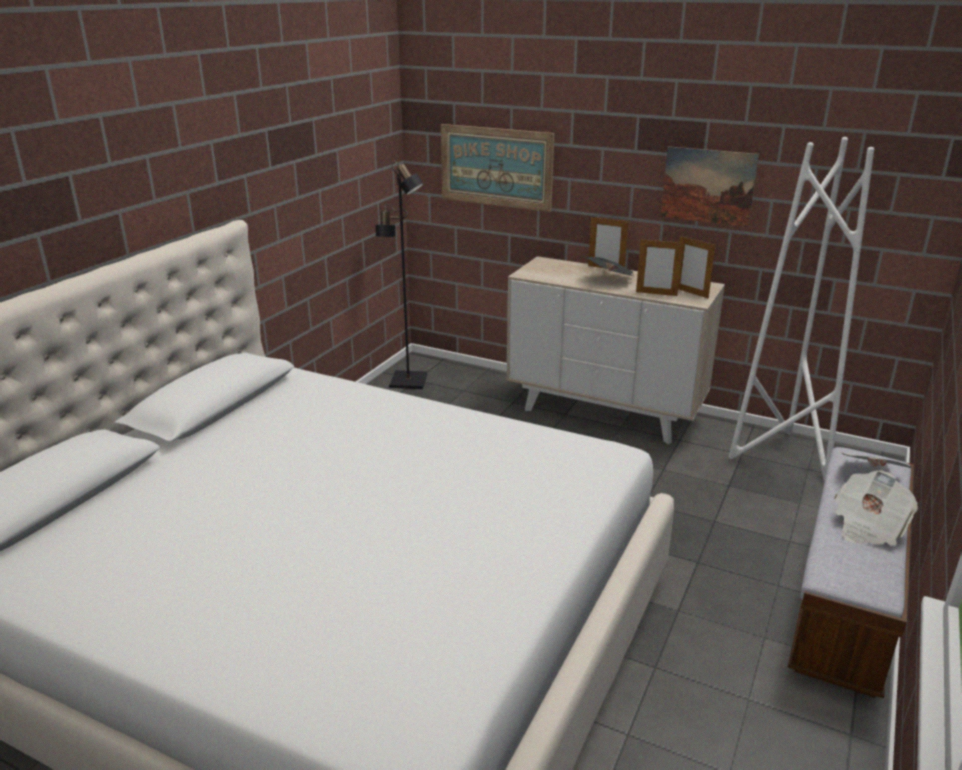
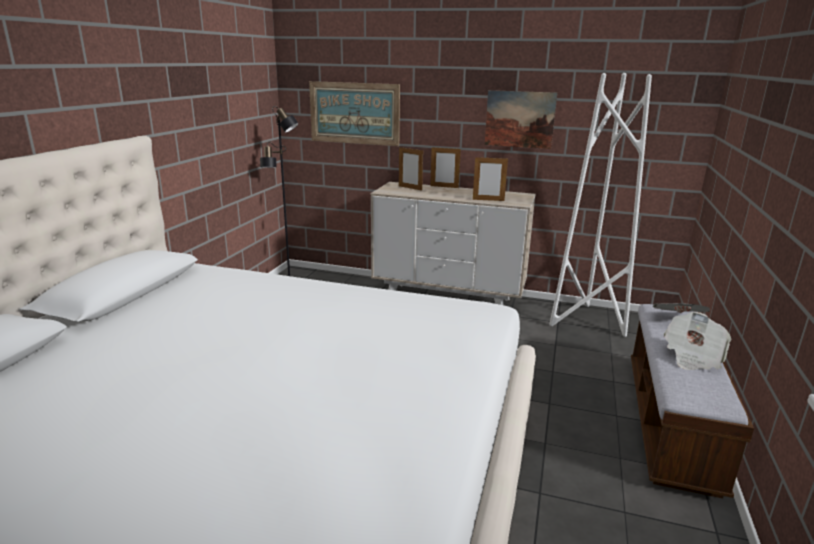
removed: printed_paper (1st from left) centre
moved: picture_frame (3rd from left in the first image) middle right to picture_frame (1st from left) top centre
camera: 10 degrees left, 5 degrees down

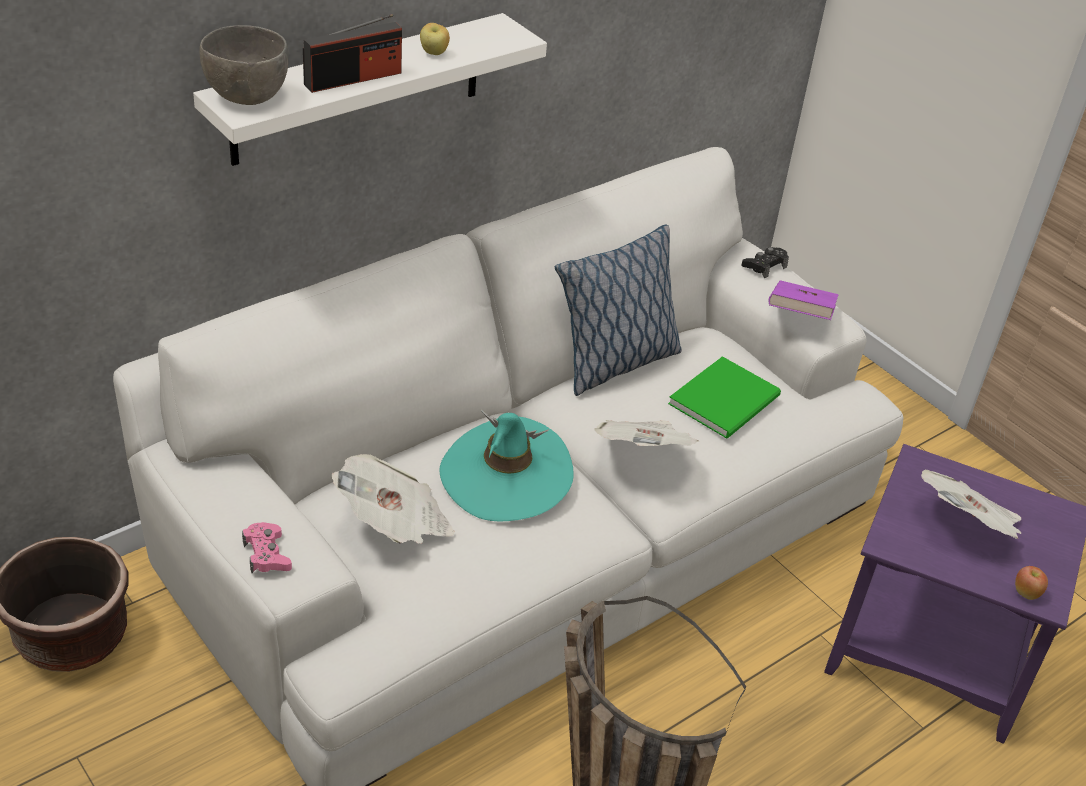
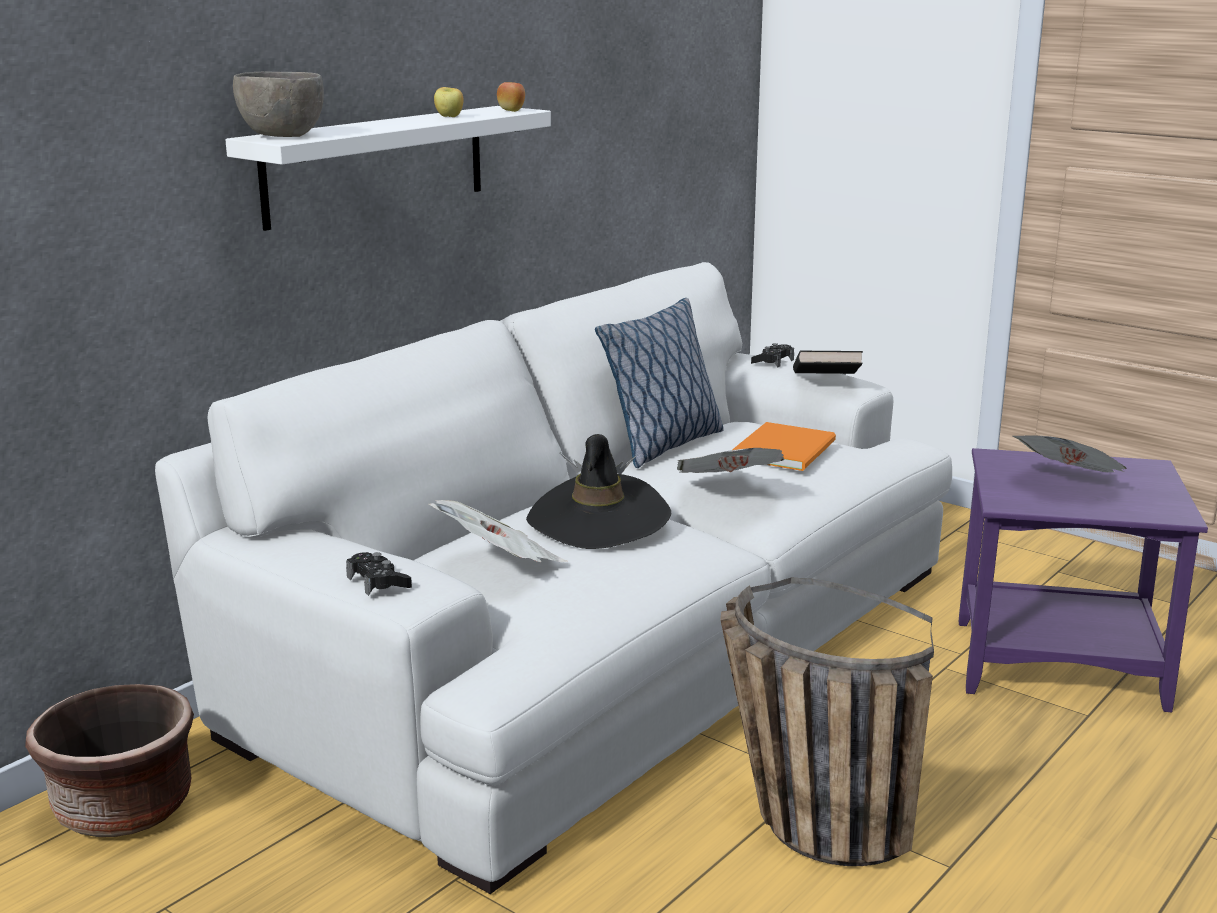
removed: radio_set top left
moved: whole_apple (2nd from left) bottom right to top centre
recoloured: pink_joypad bottom left to blackish_joypad (1st from left) middle left; turquoise_wearable_hat centre to blackish_wearable_hat centre; green-coloured_book middle right to orange_book centre; purple-coloured_book middle right to blackish_book middle right
camera: 10 degrees left, 20 degrees down

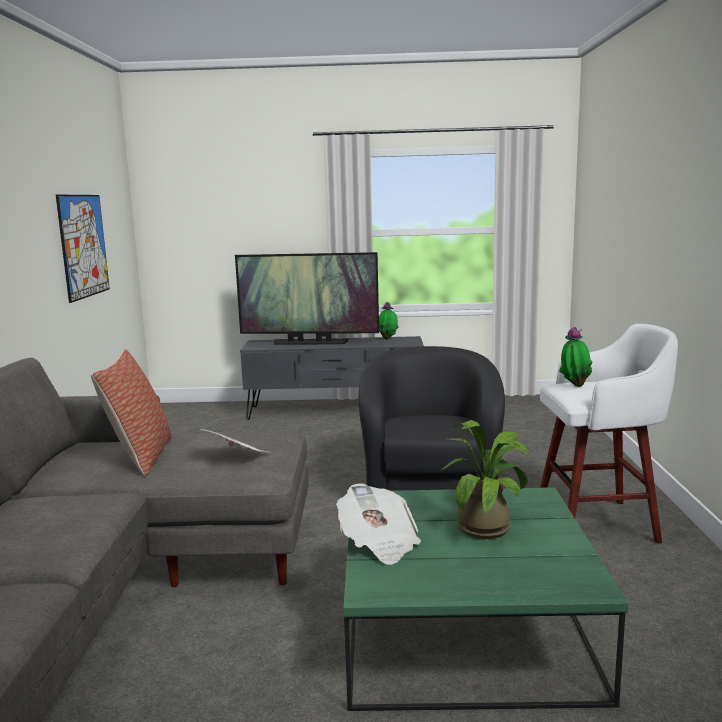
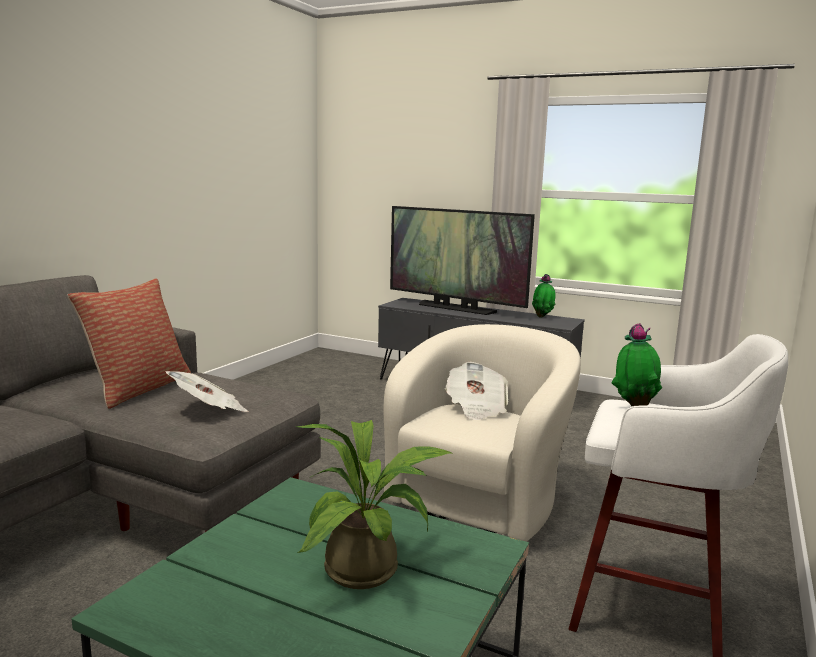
removed: wall_picture middle left
moved: printed_paper (2nd from left) bottom centre to centre
recoloured: blackish_armchair centre to beige-coloured_armchair centre
camera: 25 degrees right, 0 degrees up

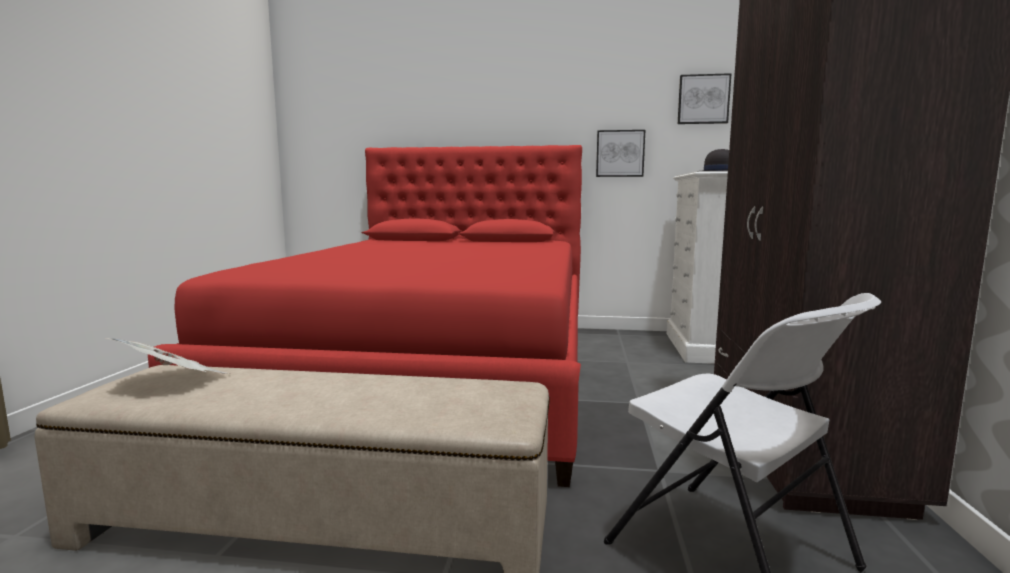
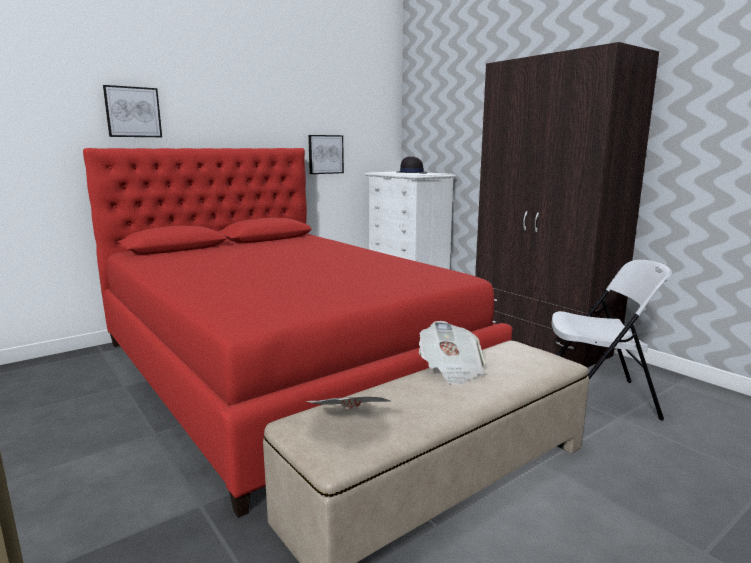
added: printed_paper (2nd from left) centre
moved: wall_picture (2nd from left in the first image) top right to wall_picture (1st from left) top left
camera: 45 degrees left, 5 degrees up

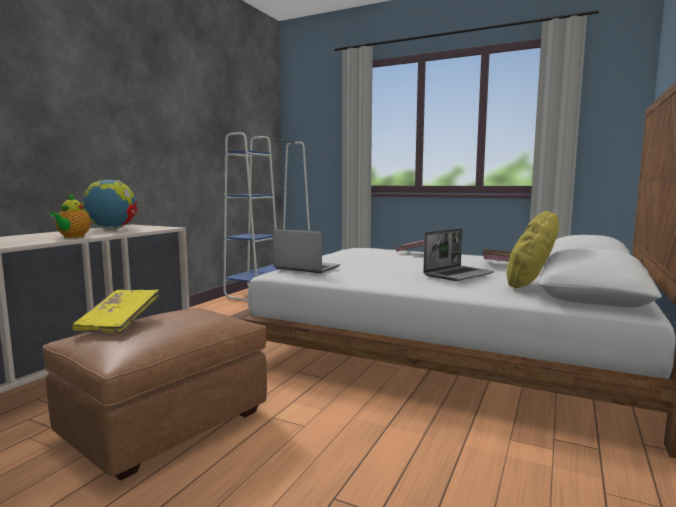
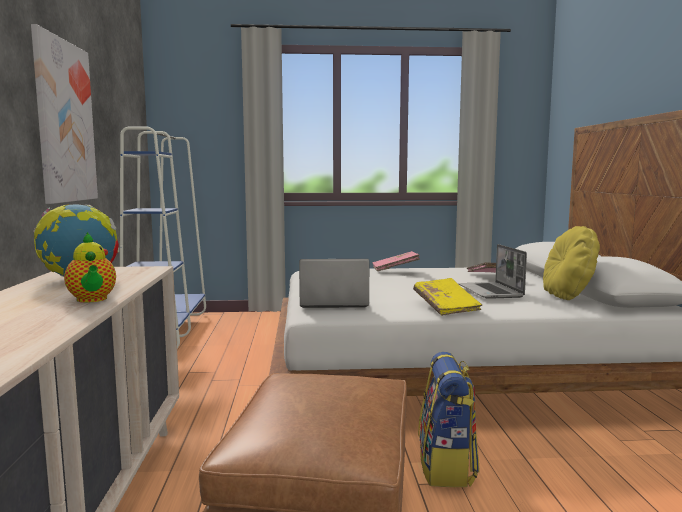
added: wall_picture top left; backpack bottom centre
moved: yellow_book middle left to centre
turned: notebook_computer (2nd from left) middle right = middle right 150 degrees clockwise
camera: 30 degrees left, 0 degrees up

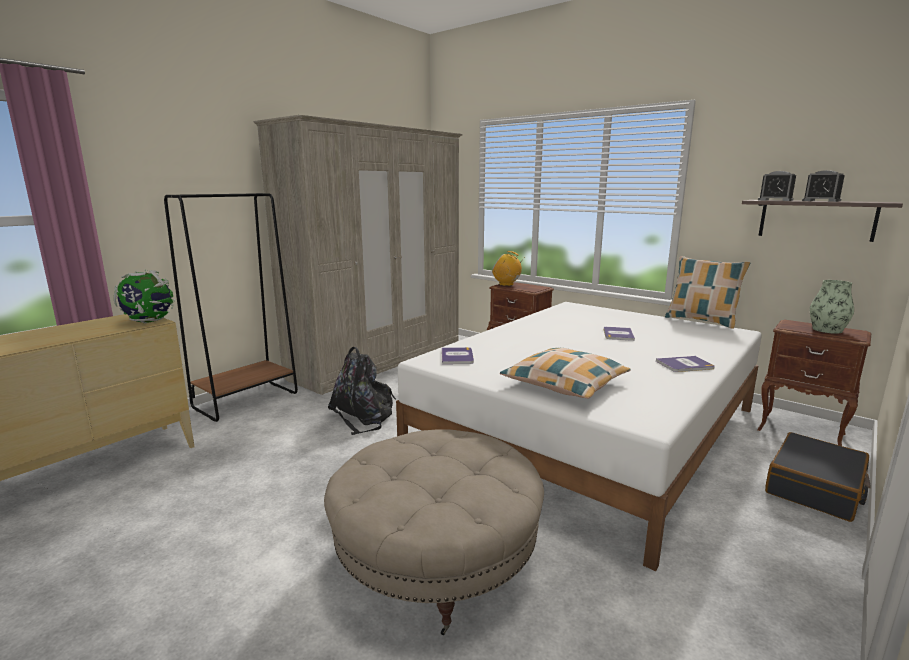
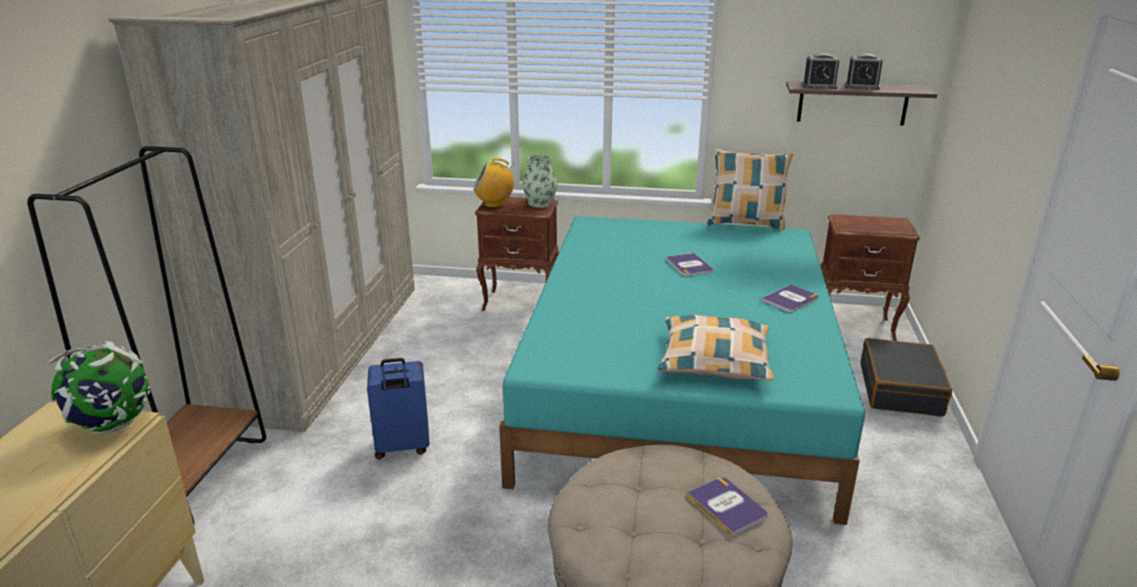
moved: book (1st from left in the first image) centre to book (2nd from left) bottom centre; decorative_vase middle right to top centre
replaced: blackish_backpack centre to blue_piece_of_luggage bottom centre
recoloured: whitish_sleeping_bed centre to turquoise_sleeping_bed centre
camera: 30 degrees left, 10 degrees up

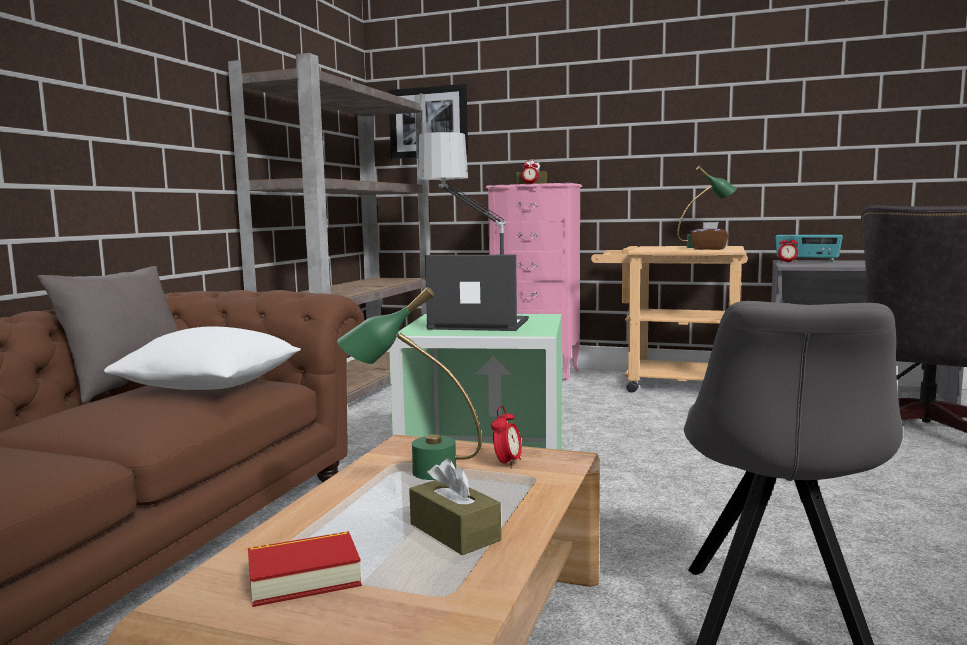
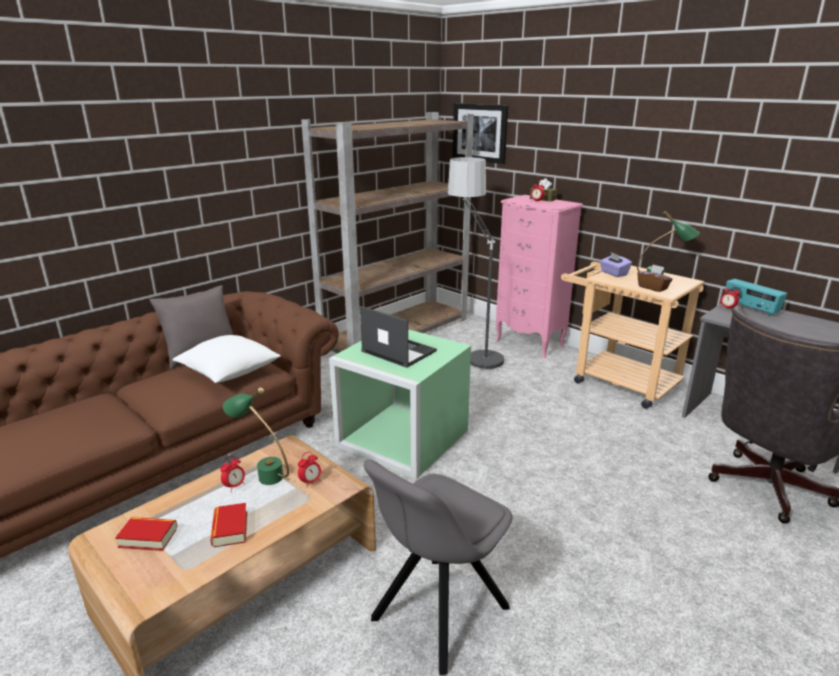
added: alarm_clock (1st from left) bottom left; purple-coloured_tissue_box middle right
replaced: brown-coloured_tissue_box (1st from left) bottom centre to book (2nd from left) bottom left
camera: 25 degrees right, 15 degrees up

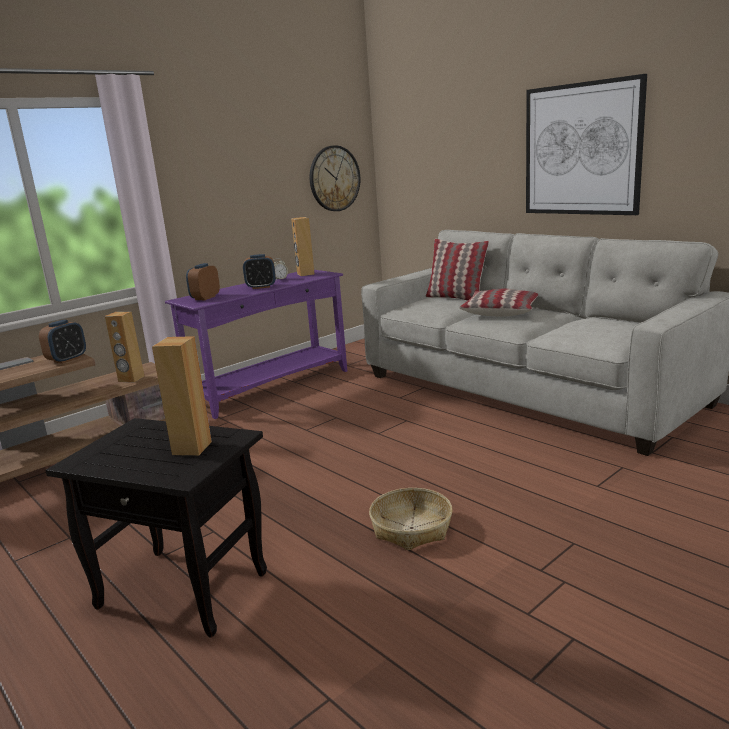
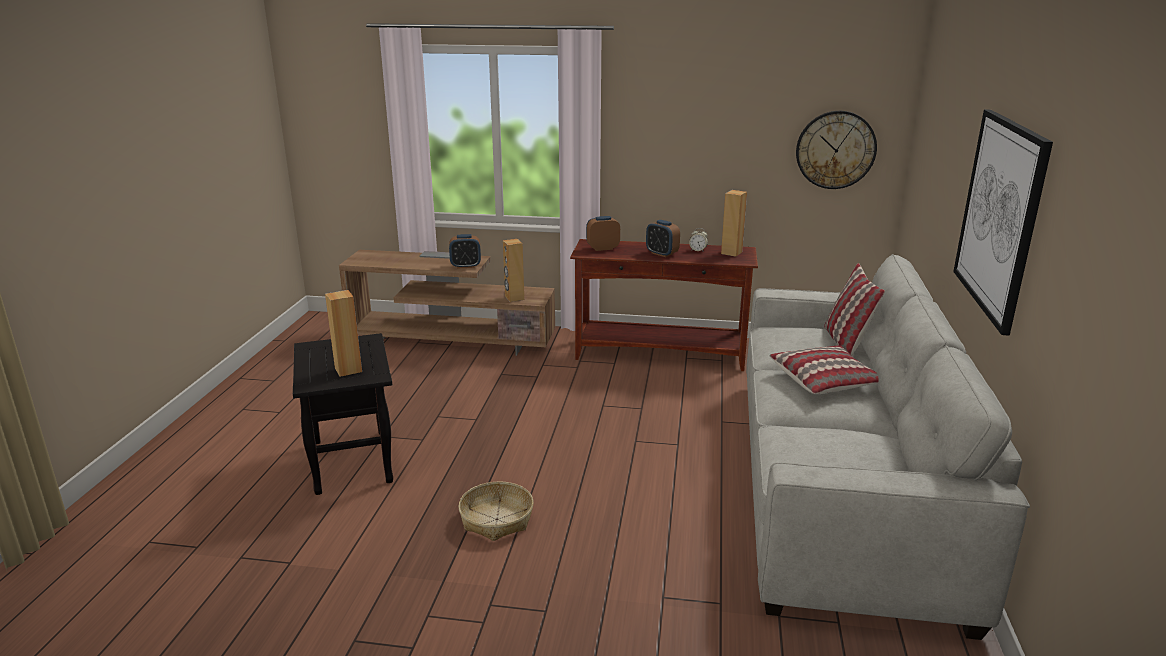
recoloured: purple-coloured_console_table centre to brown-coloured_console_table centre
camera: 50 degrees right, 5 degrees up

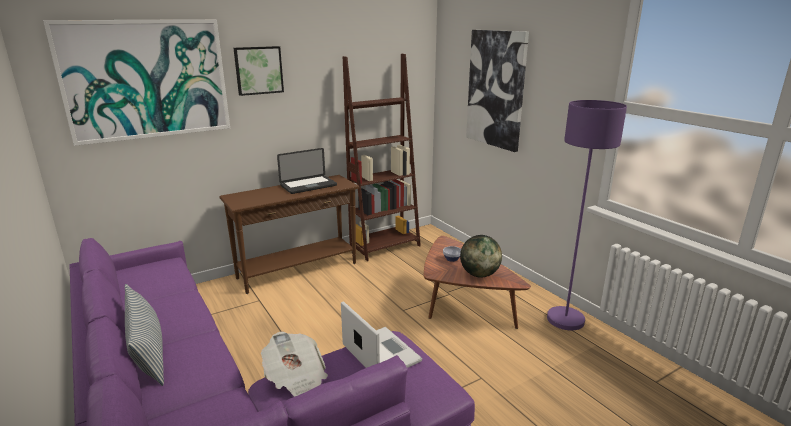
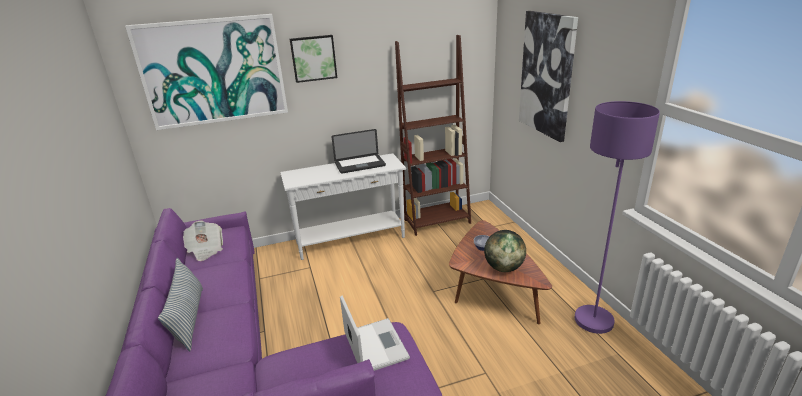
moved: printed_paper bottom centre to middle left
recoloured: brown-coloured_console_table centre to whitish_console_table centre
camera: 15 degrees right, 5 degrees up

